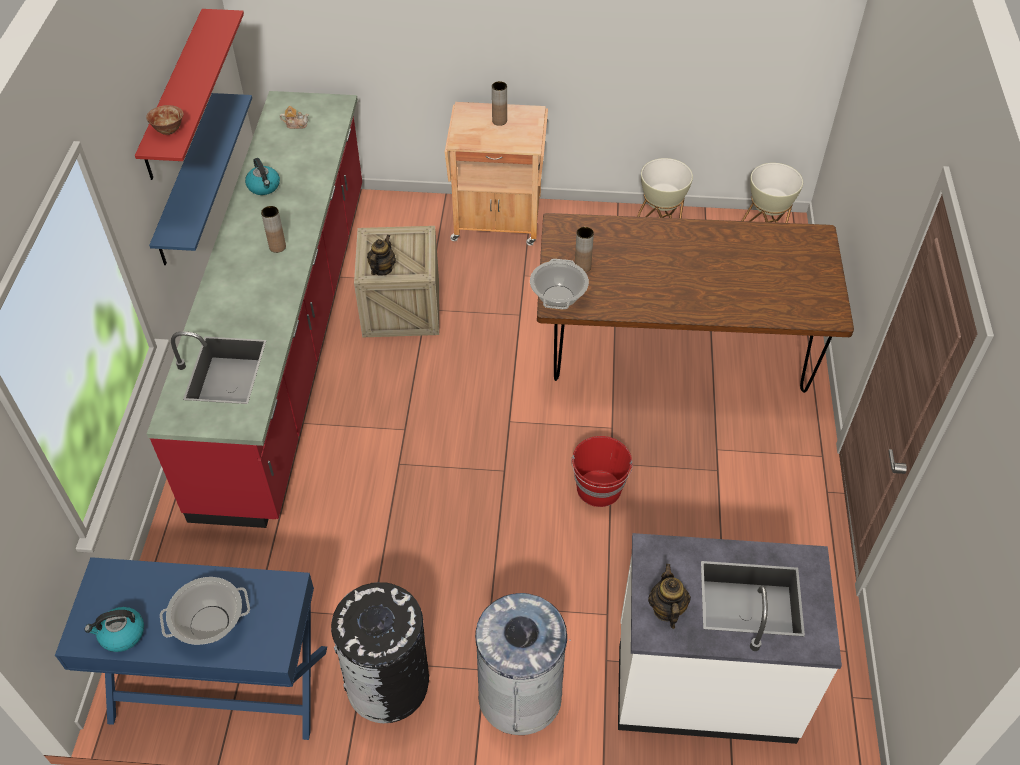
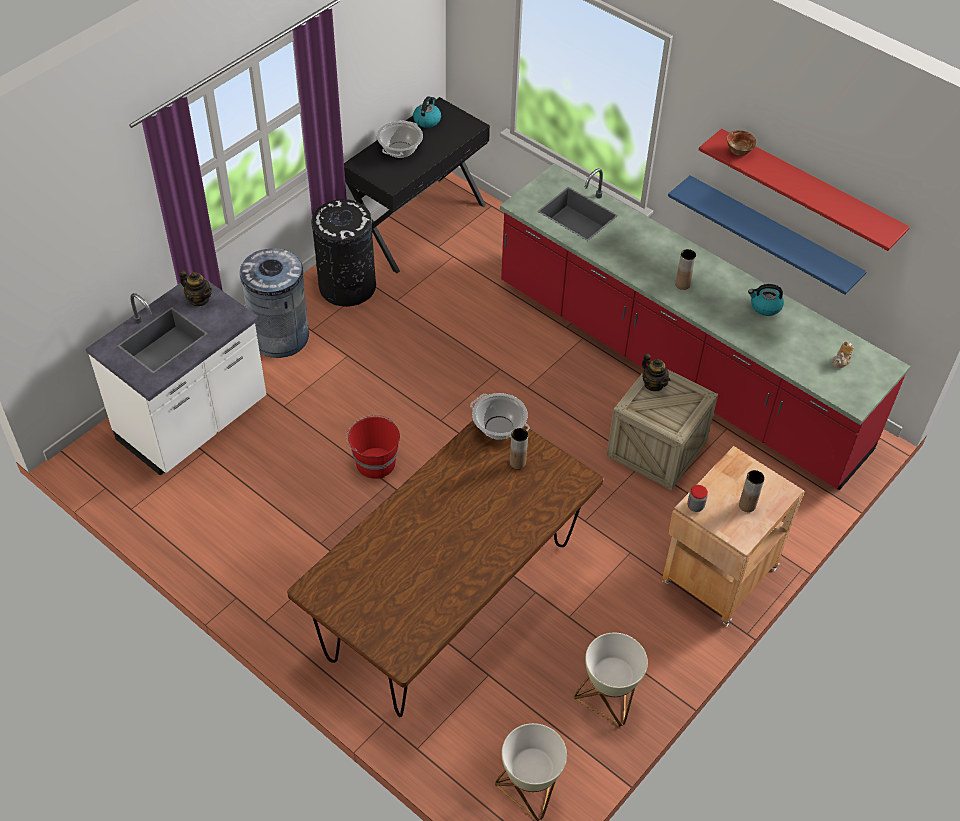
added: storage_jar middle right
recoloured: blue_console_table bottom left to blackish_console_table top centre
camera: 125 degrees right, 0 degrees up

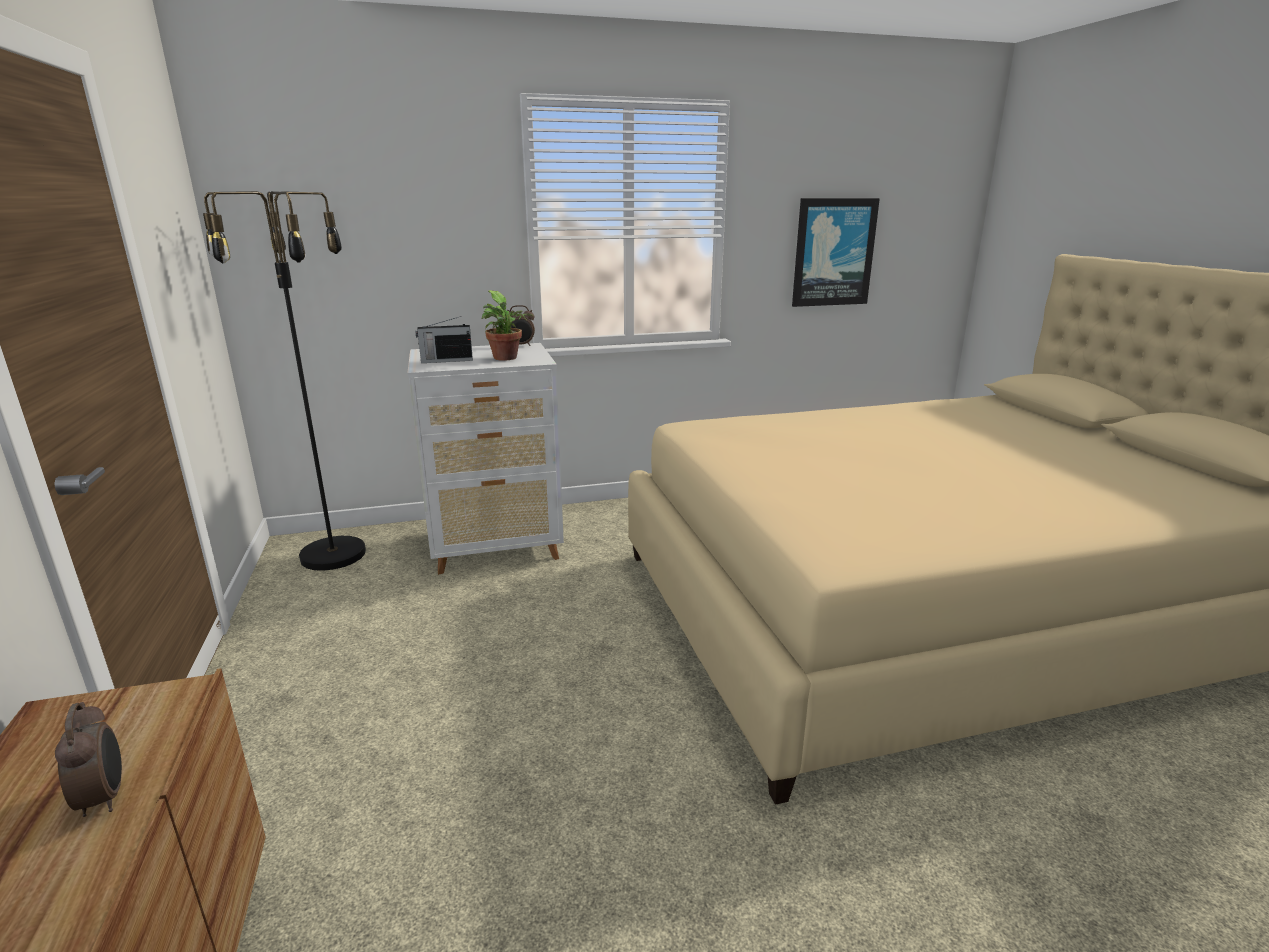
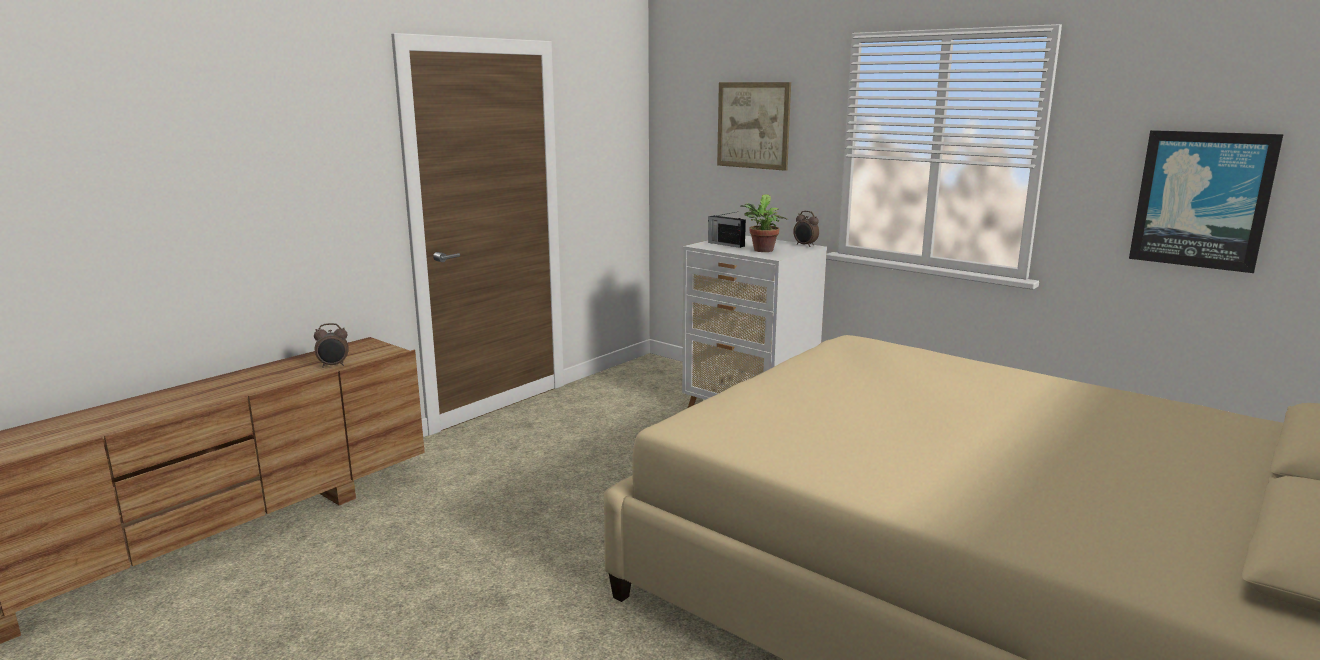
removed: standing_lamp middle left
added: wall_picture (1st from left) top centre
turned: alarm_clock (1st from left) bottom left = middle left 45 degrees clockwise
camera: 55 degrees right, 5 degrees down

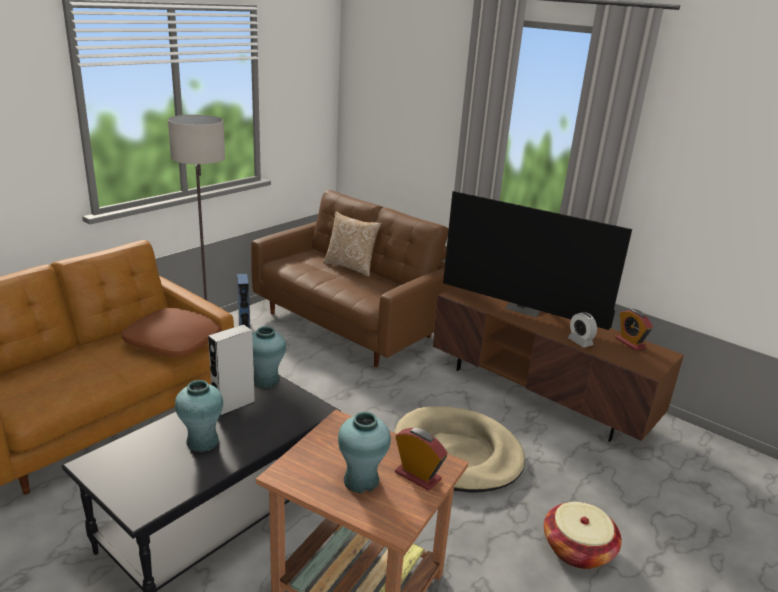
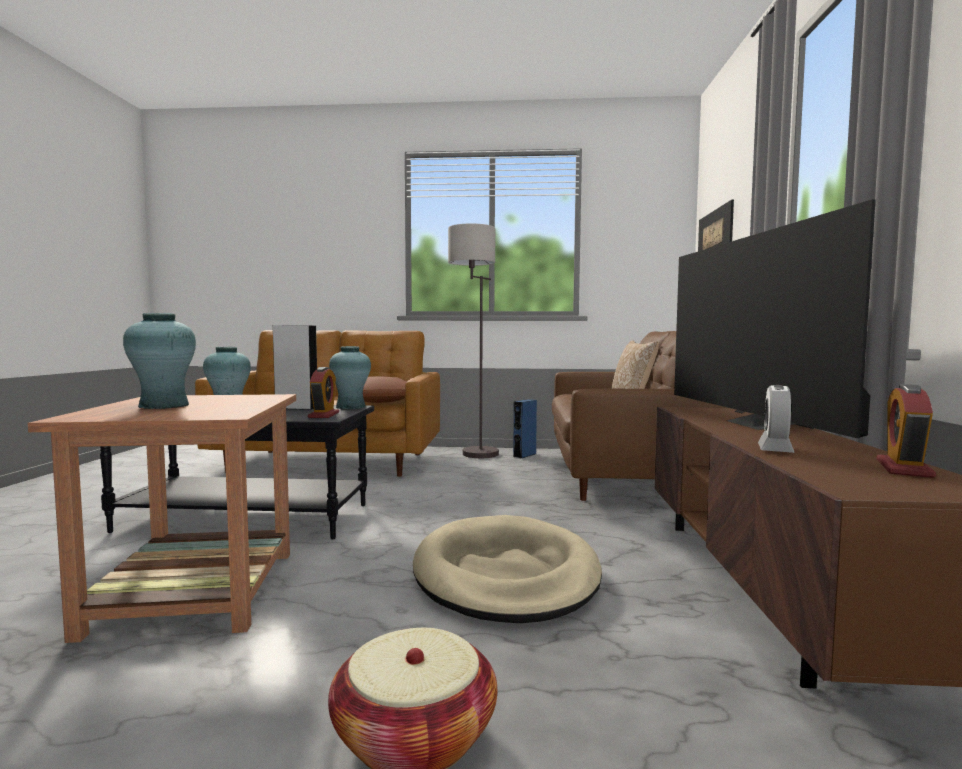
added: wall_picture top right
moved: alarm_clock (1st from left) bottom centre to centre
camera: 55 degrees right, 20 degrees down

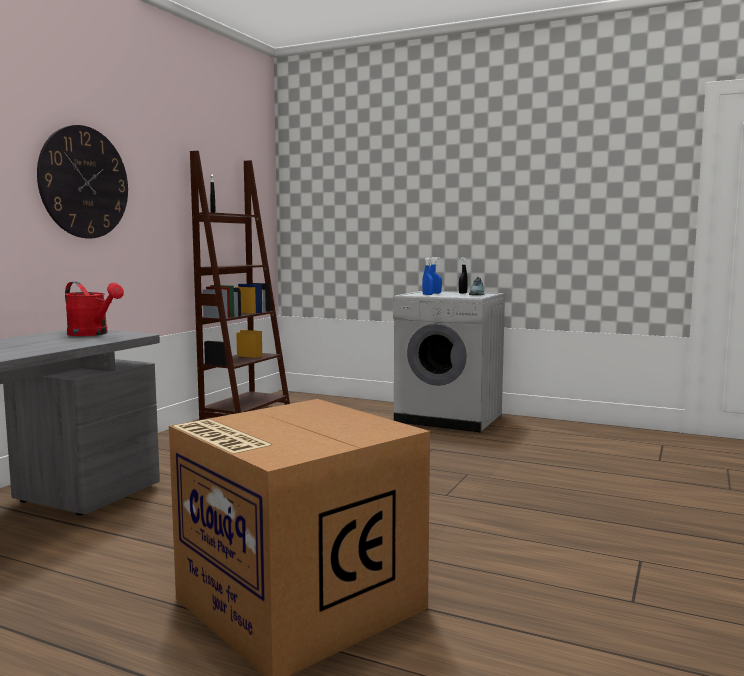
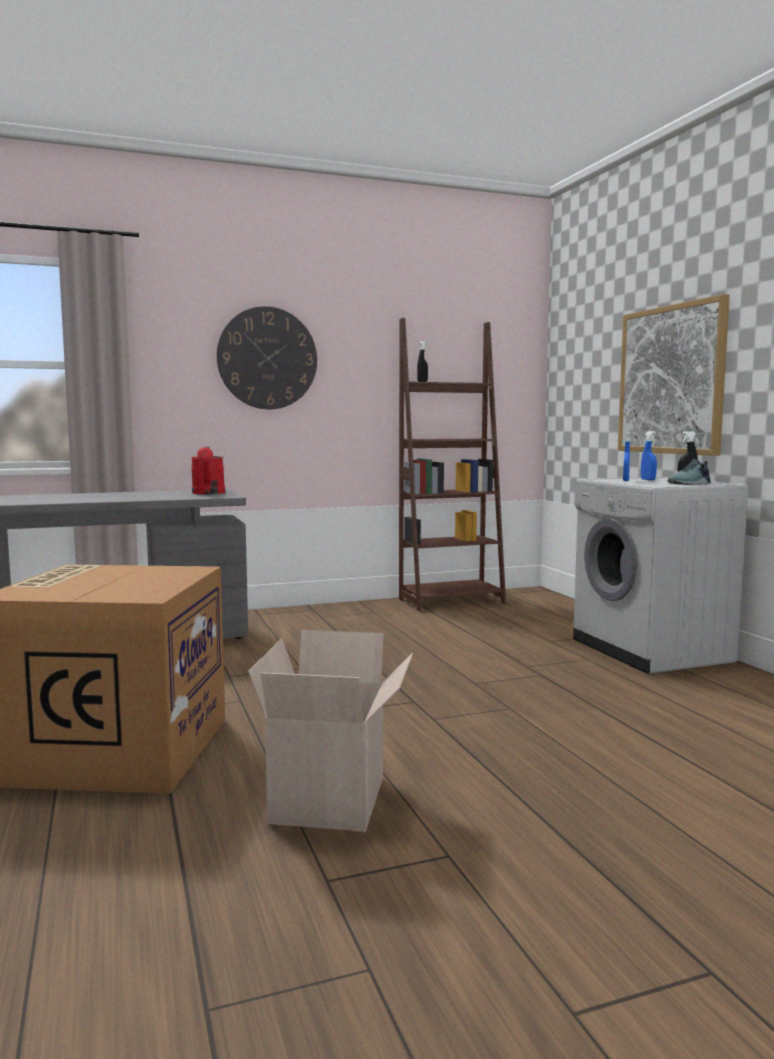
added: packing_box (2nd from left) bottom centre; wall_picture middle right
camera: 45 degrees right, 0 degrees up

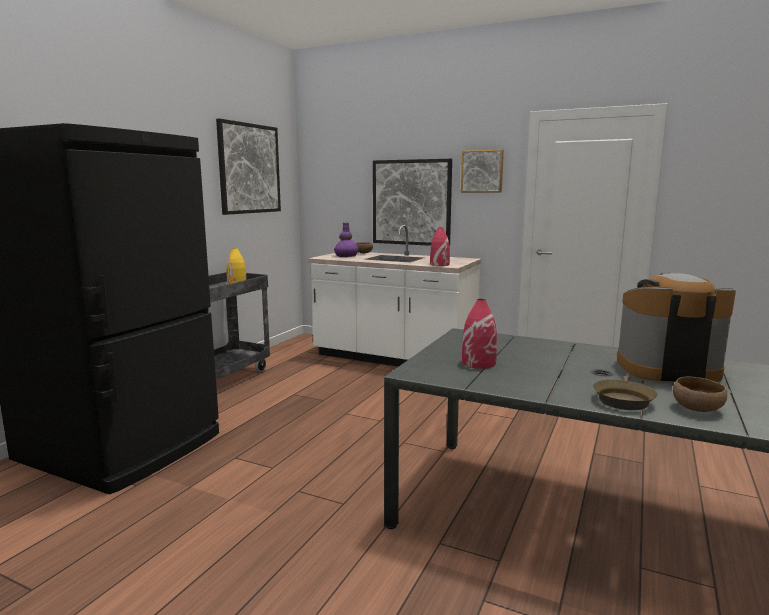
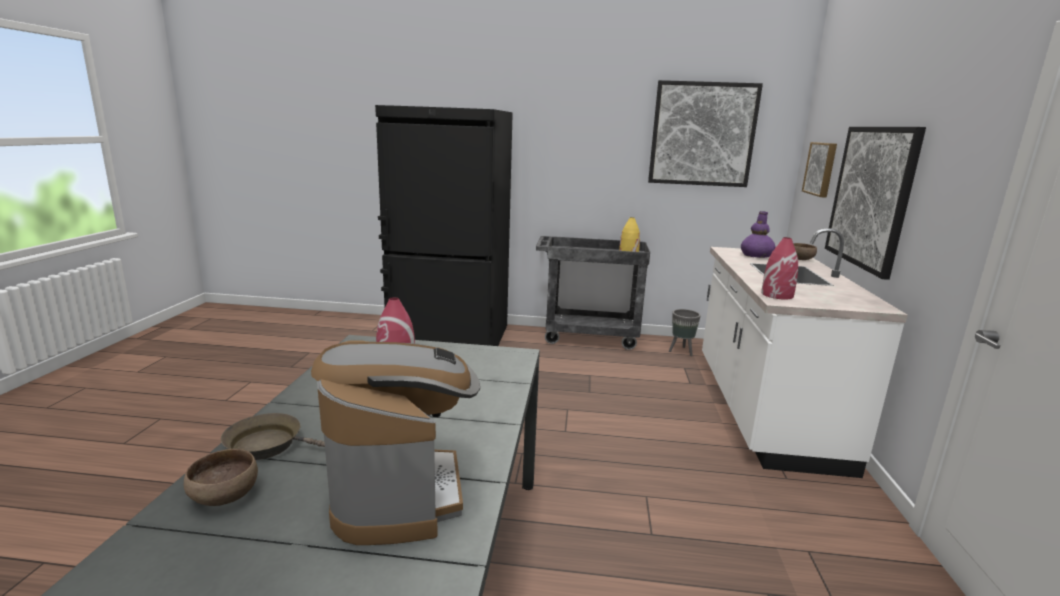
added: greyish_flower_pot centre
moved: wall_picture (3rd from left in the first image) top centre to wall_picture (2nd from left) top right
camera: 70 degrees right, 5 degrees up

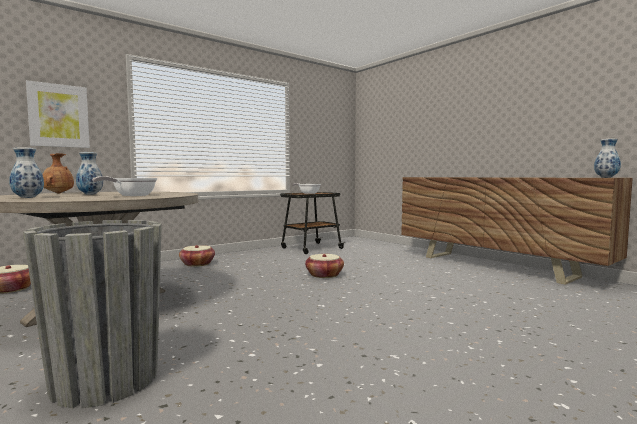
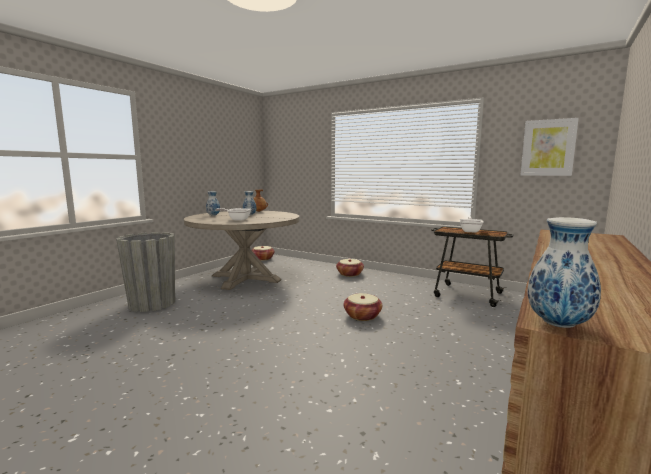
moved: wall_picture top left to top right
camera: 70 degrees right, 5 degrees up

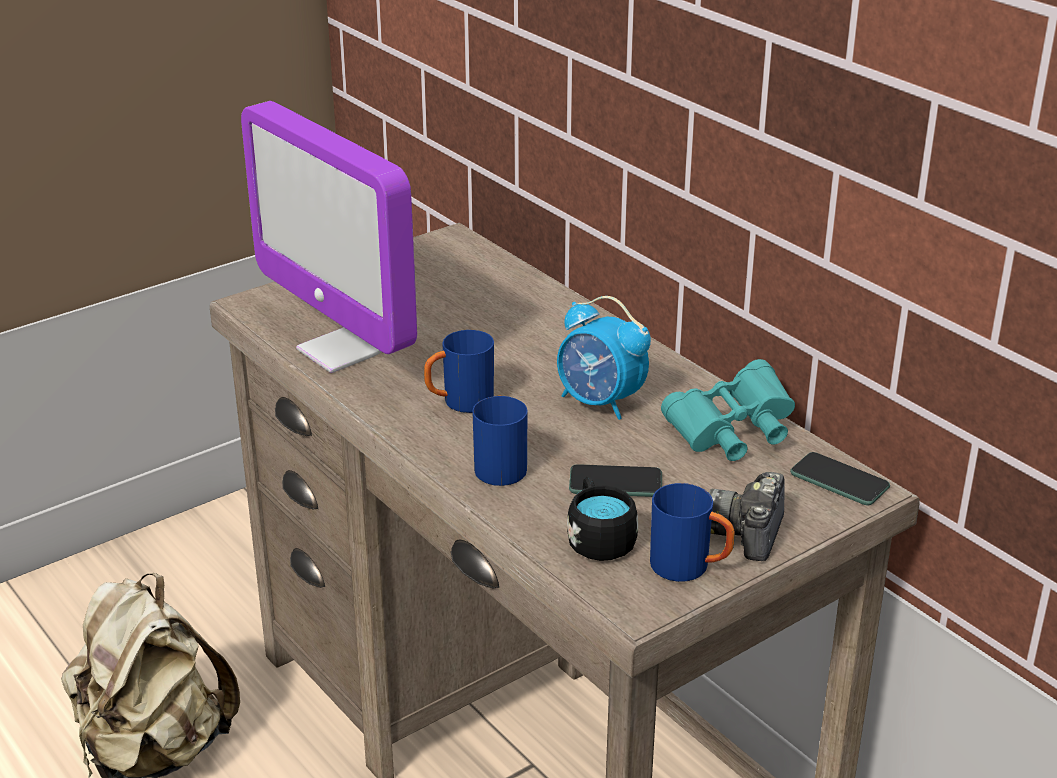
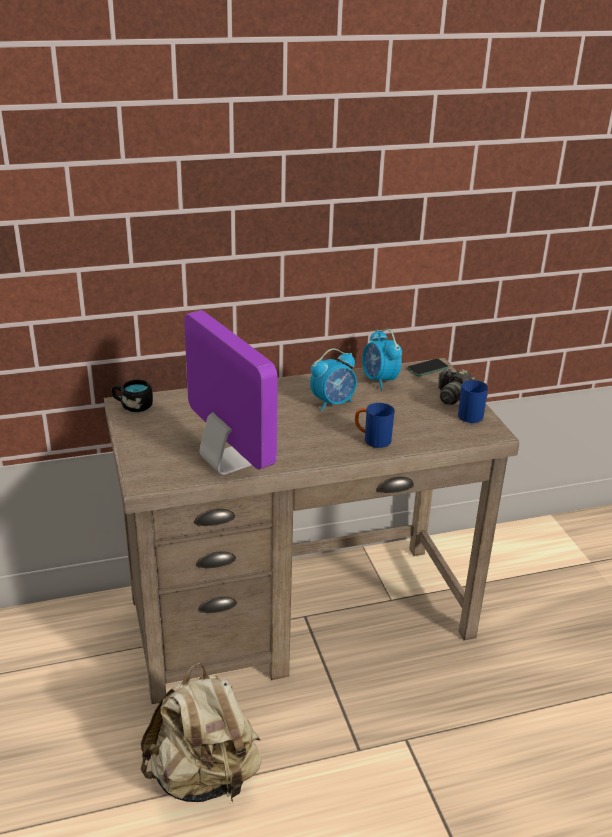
removed: blue_coffee_mug (1st from left) centre; handset (1st from left) centre
moved: blackish_coffee_mug bottom centre to middle left
replaced: turquoise_pair_of_binoculars middle right to alarm_clock (2nd from left) centre
turned: computer_display top left = centre 105 degrees counterclockwise
camera: 70 degrees left, 0 degrees up

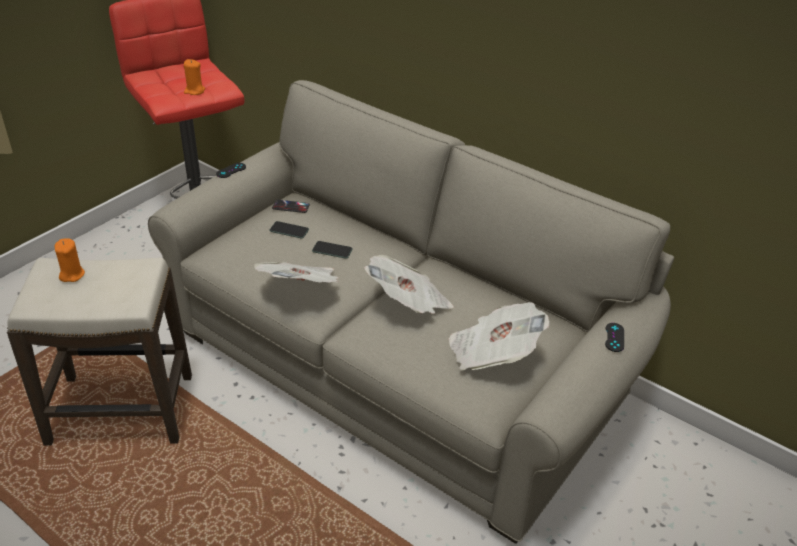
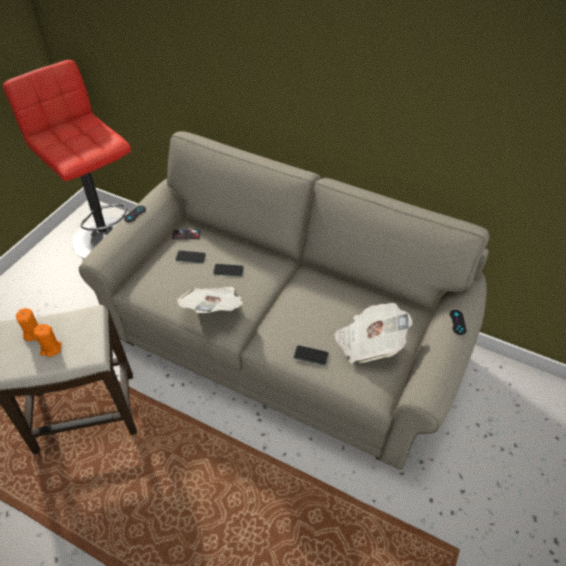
removed: printed_paper (2nd from left) centre
added: handset (4th from left) centre
moved: orange_wax_light (2nd from left) top left to middle left
camera: 10 degrees left, 10 degrees up

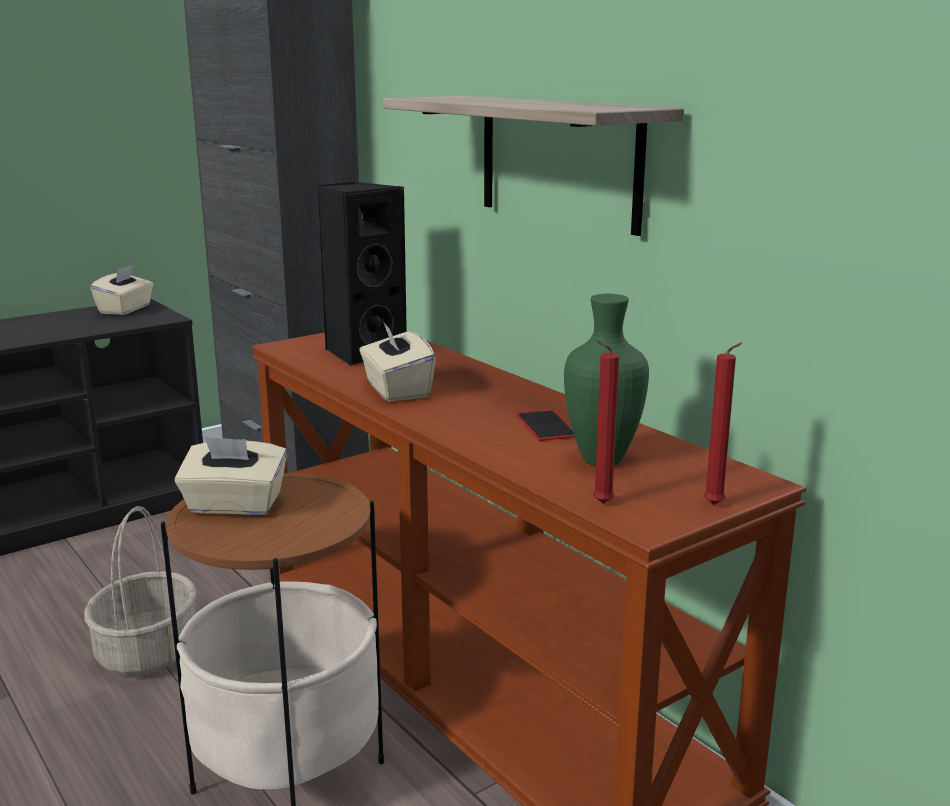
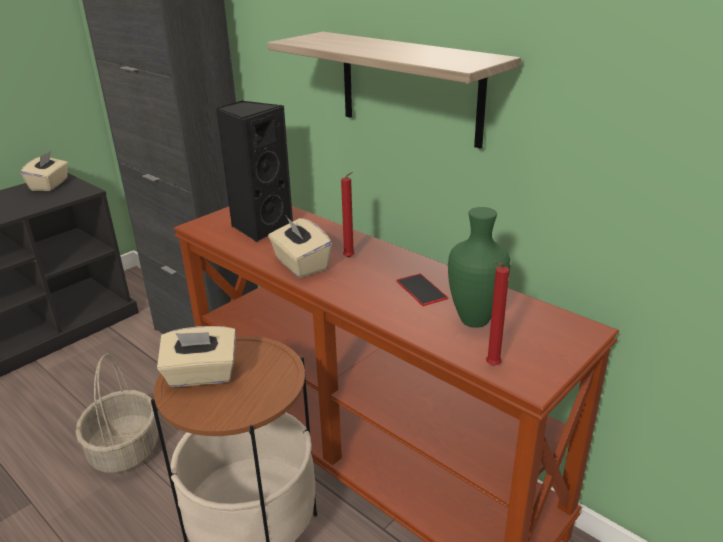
moved: red-coloured_wax_light (2nd from left in the first image) middle right to red-coloured_wax_light (1st from left) centre
camera: 10 degrees left, 10 degrees up

